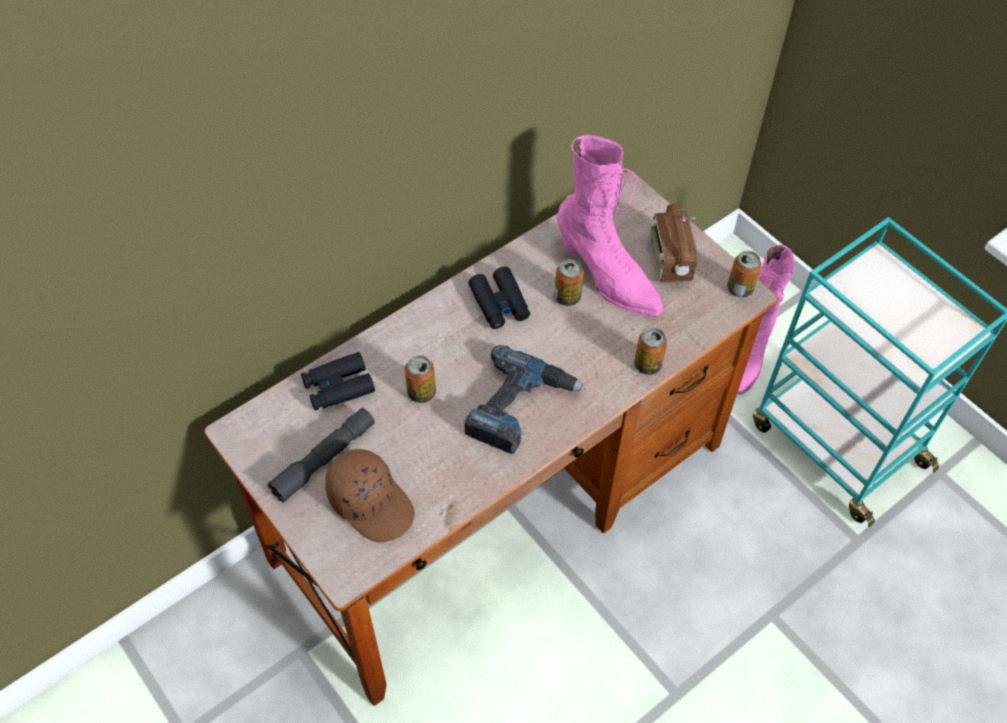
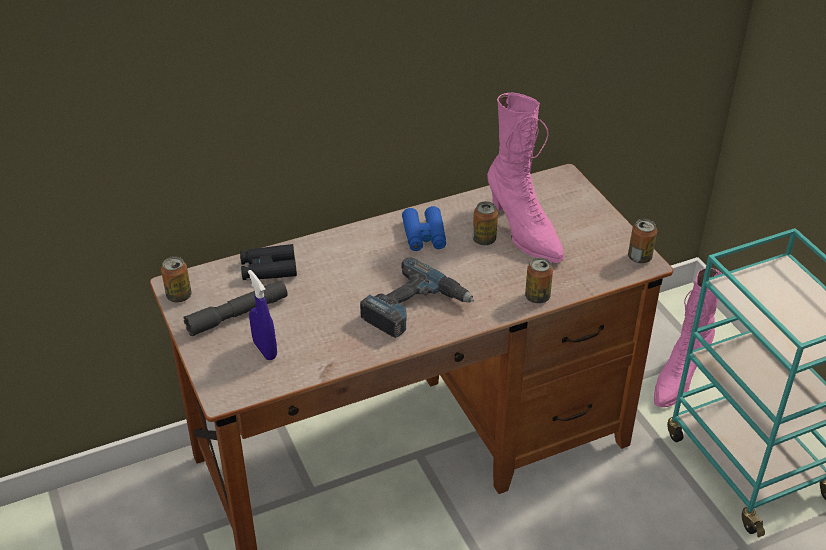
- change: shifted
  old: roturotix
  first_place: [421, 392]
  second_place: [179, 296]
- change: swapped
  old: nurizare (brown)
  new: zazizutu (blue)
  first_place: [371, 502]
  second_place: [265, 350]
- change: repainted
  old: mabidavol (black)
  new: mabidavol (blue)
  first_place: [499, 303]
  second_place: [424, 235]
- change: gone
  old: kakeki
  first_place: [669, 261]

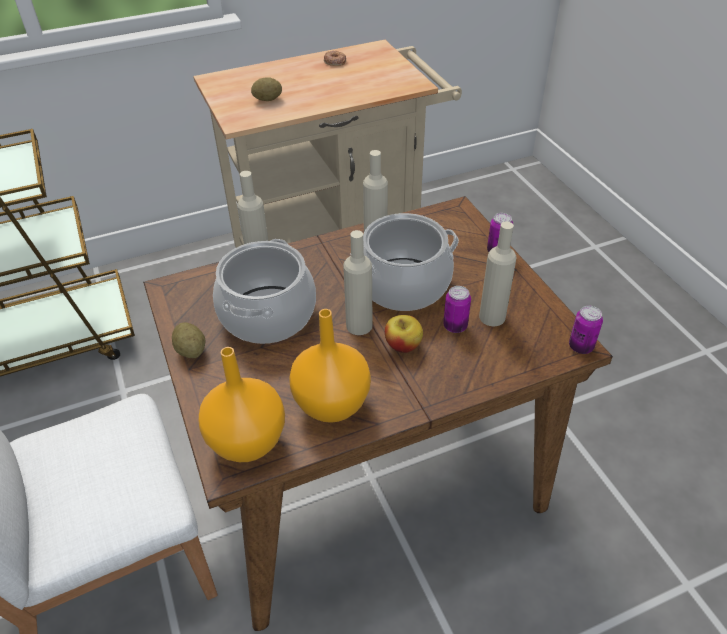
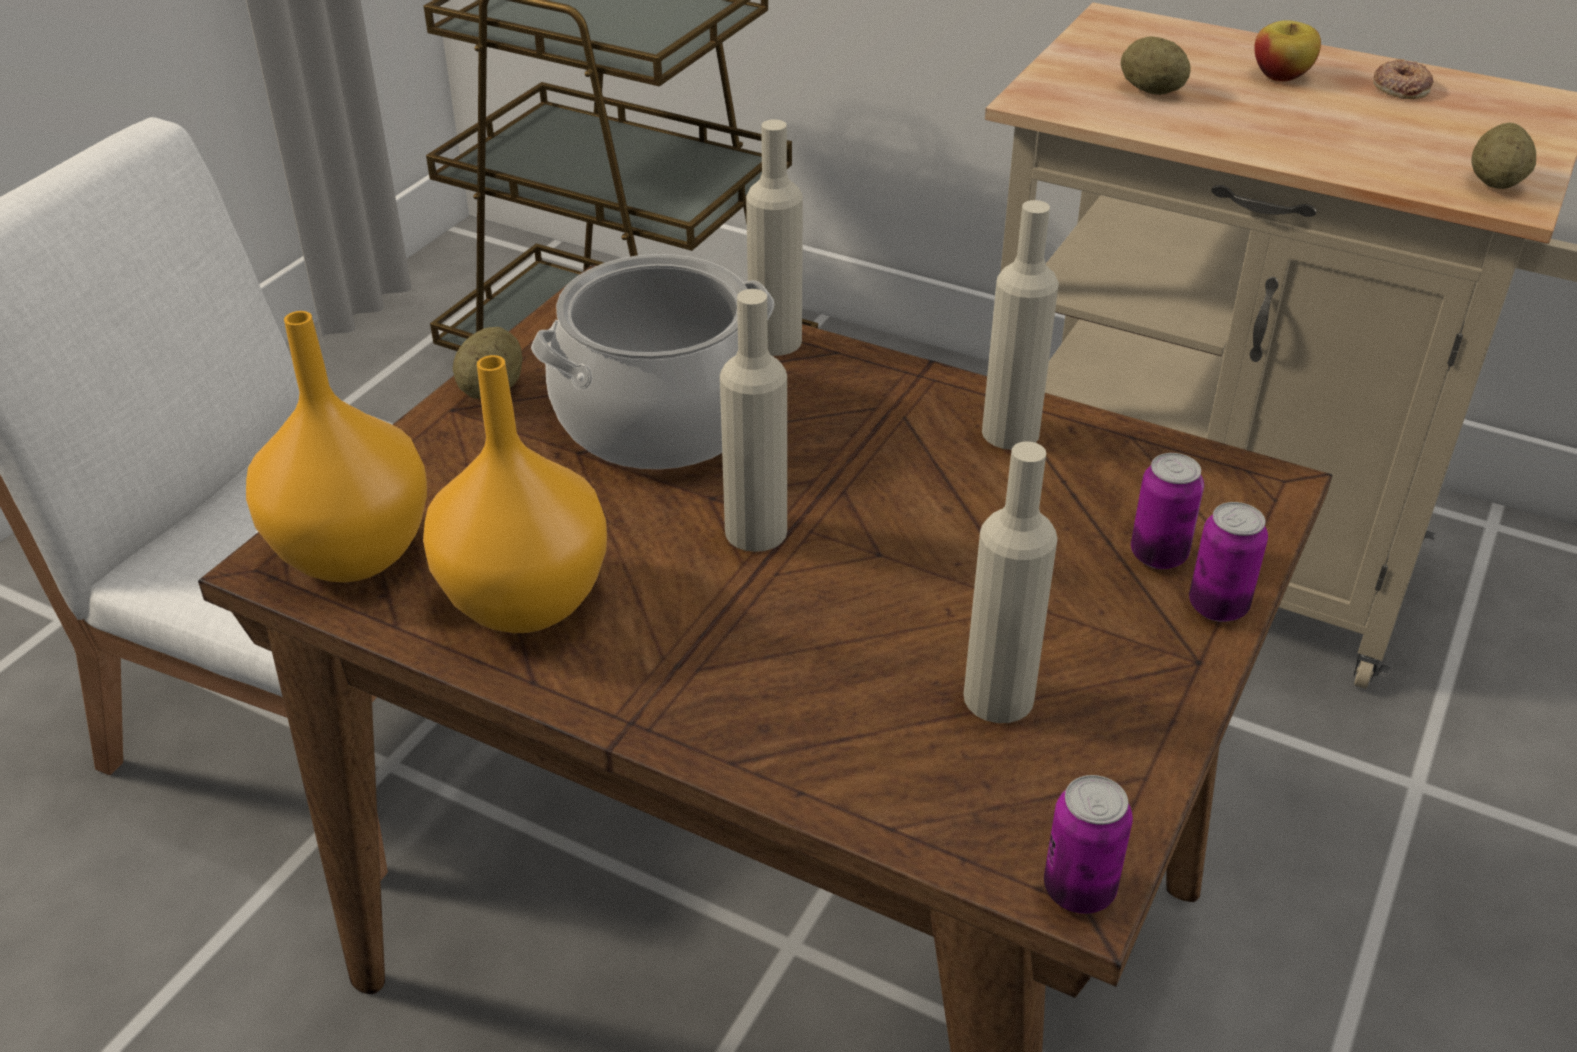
- change: shifted
  old: roturotix
  first_place: [455, 326]
  second_place: [1158, 555]
- change: shifted
  old: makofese
  first_place: [403, 345]
  second_place: [1281, 75]
- change: new
  new: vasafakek
  second_place: [1495, 182]
- change: gone
  old: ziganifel
  first_place: [403, 285]

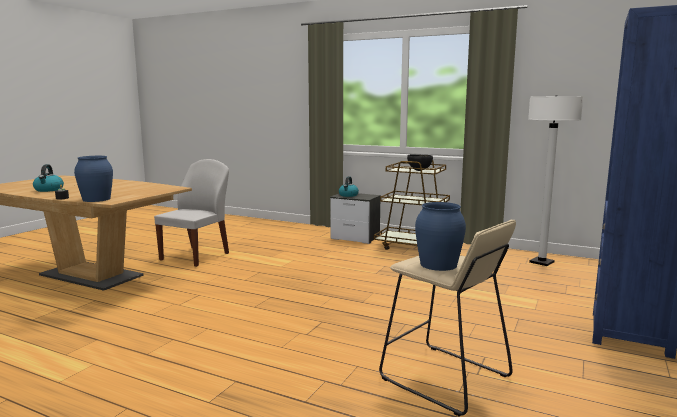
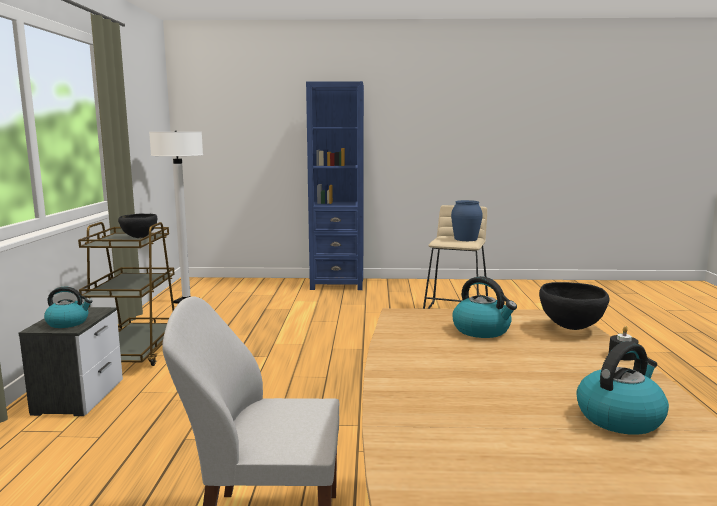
- change: new
  new: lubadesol
  second_place: [482, 330]
- change: swapped
  old: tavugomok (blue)
  new: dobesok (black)
  first_place: [97, 199]
  second_place: [570, 328]

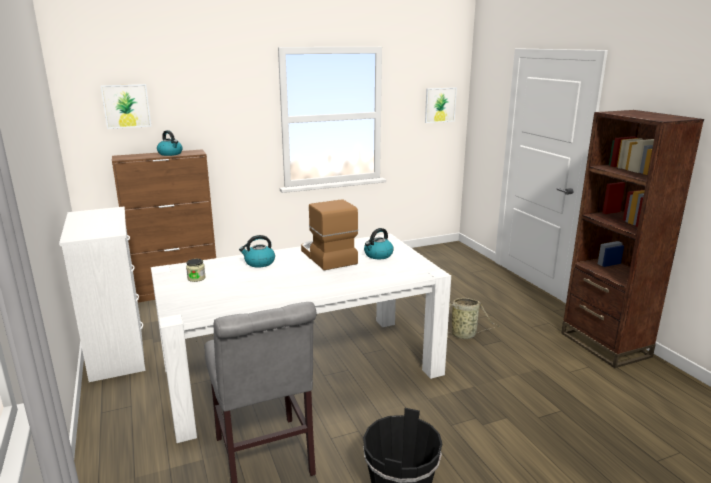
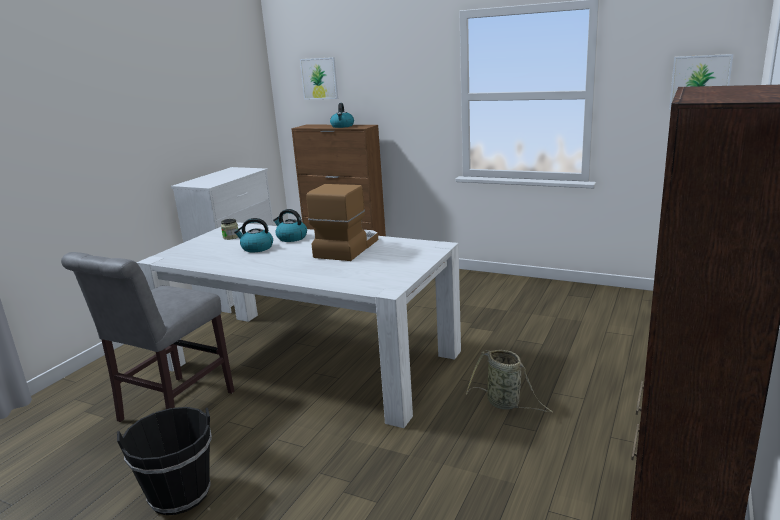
- change: shifted
  old: lubadesol
  first_place: [378, 255]
  second_place: [256, 248]

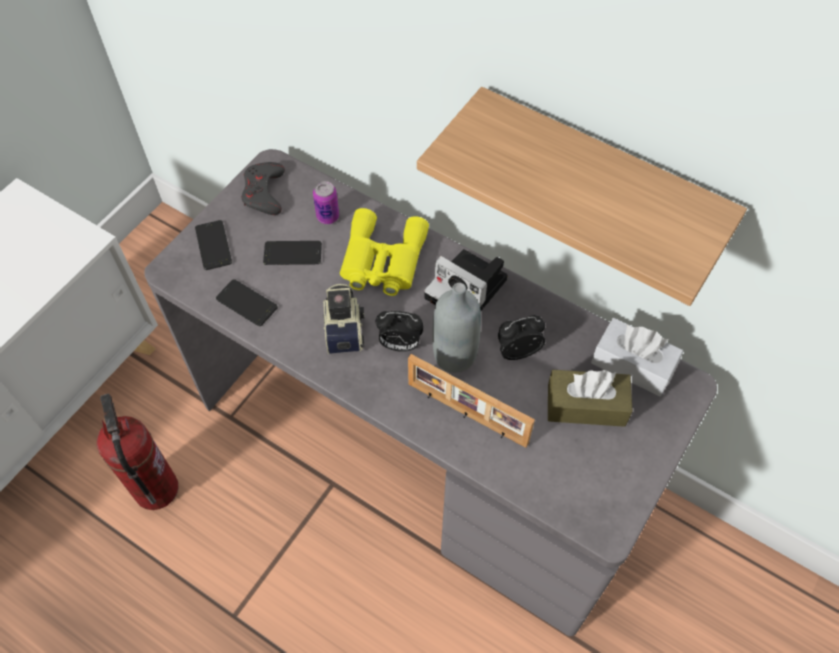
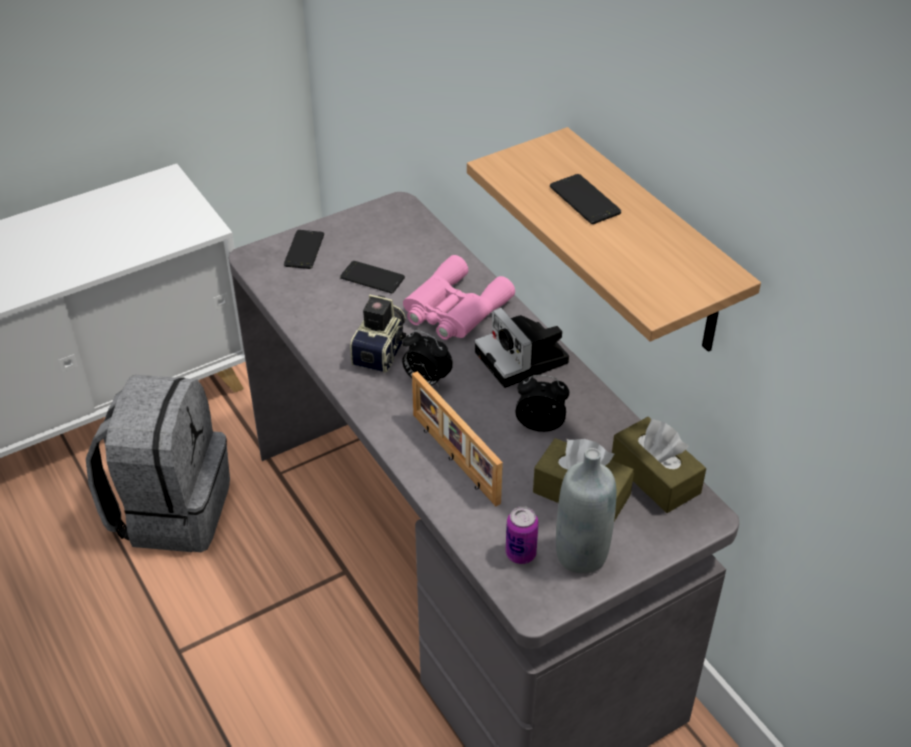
- change: swapped
  old: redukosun
  new: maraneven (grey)
  first_place: [155, 489]
  second_place: [171, 509]
- change: repainted
  old: mabidavol (yellow)
  new: mabidavol (pink)
  first_place: [382, 261]
  second_place: [453, 309]
- change: shifted
  old: roturotix
  first_place: [328, 216]
  second_place: [520, 554]
- change: shifted
  old: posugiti
  first_place: [246, 303]
  second_place: [584, 200]
- change: shifted
  old: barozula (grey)
  first_place: [454, 355]
  second_place: [581, 555]
- change: repainted
  old: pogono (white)
  new: pogono (brown)
  first_place: [633, 364]
  second_place: [655, 476]
- change: gone
  old: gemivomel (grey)
  first_place: [264, 192]

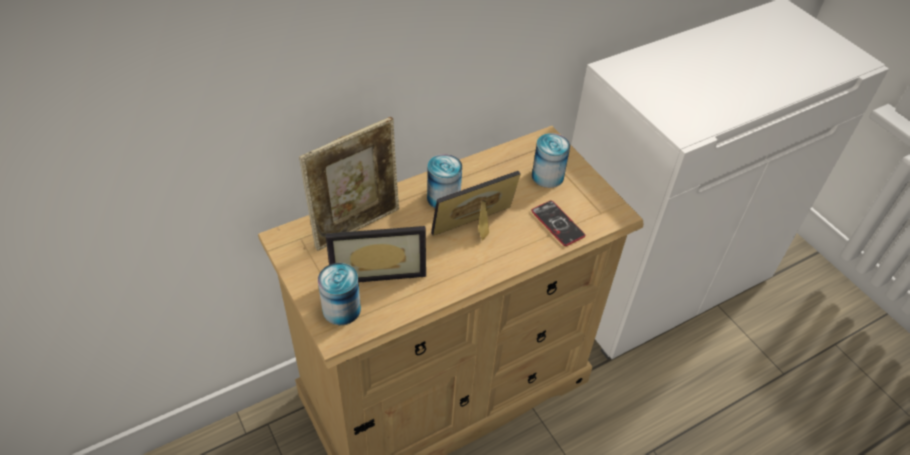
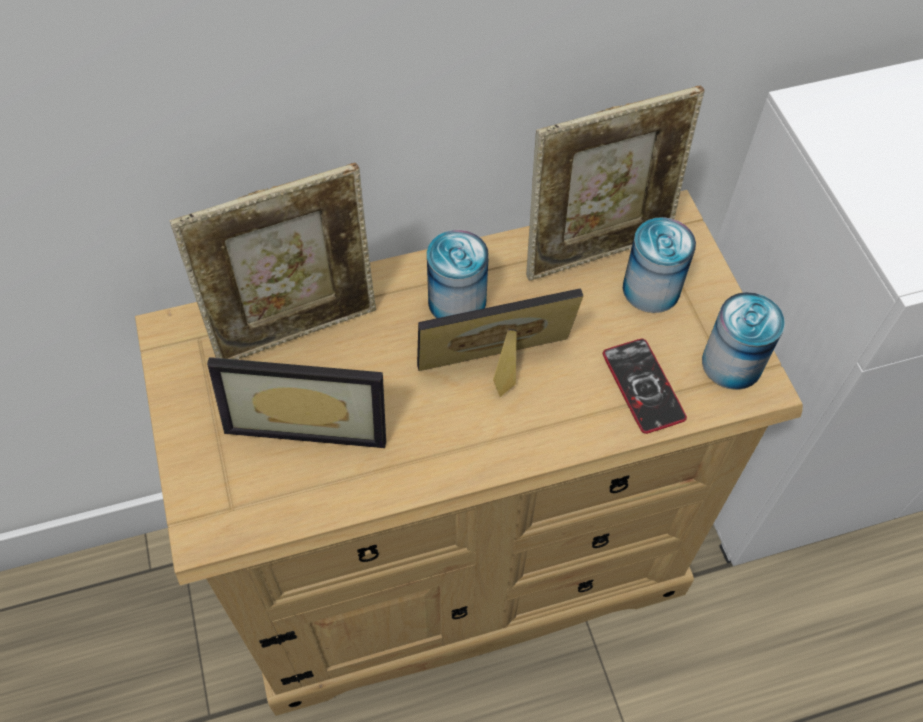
- change: new
  new: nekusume
  second_place: [597, 251]
- change: shifted
  old: roturotix
  first_place: [341, 309]
  second_place: [732, 363]

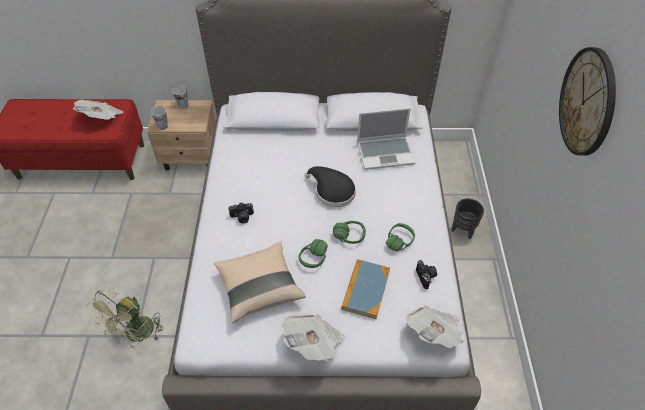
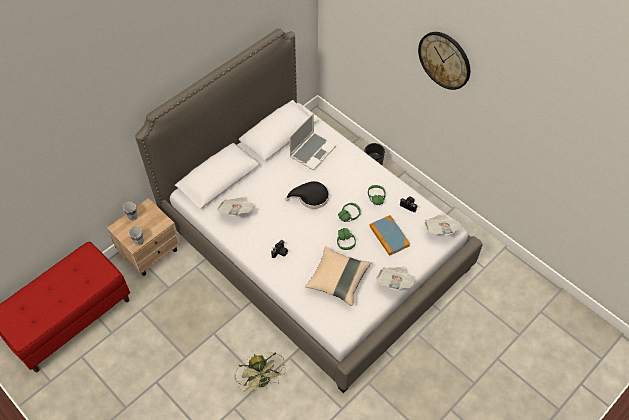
- change: shifted
  old: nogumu
  first_place: [102, 118]
  second_place: [237, 211]

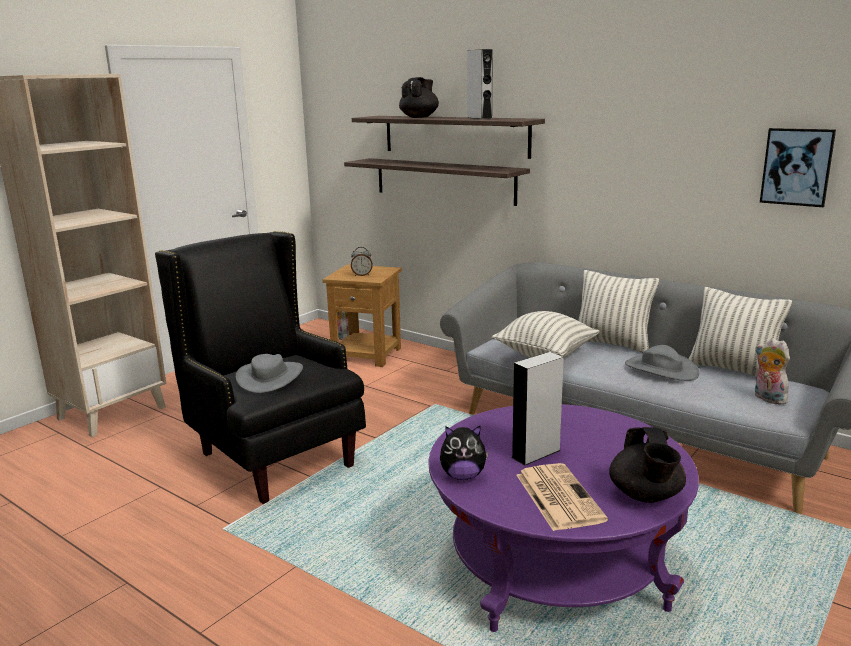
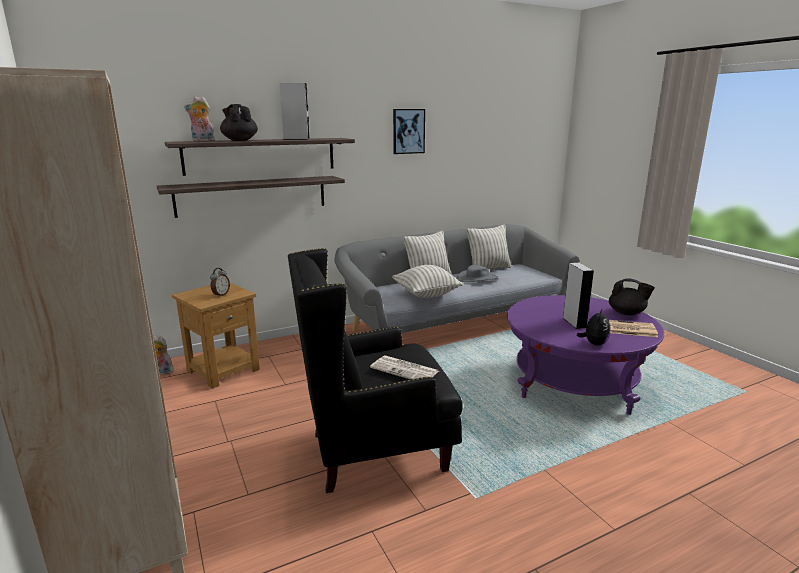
- change: shifted
  old: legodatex
  first_place: [767, 399]
  second_place: [202, 141]
- change: swapped
  old: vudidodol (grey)
  new: nogumu
  first_place: [270, 377]
  second_place: [405, 370]
- change: shifted
  old: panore
  first_place: [797, 167]
  second_place: [408, 131]

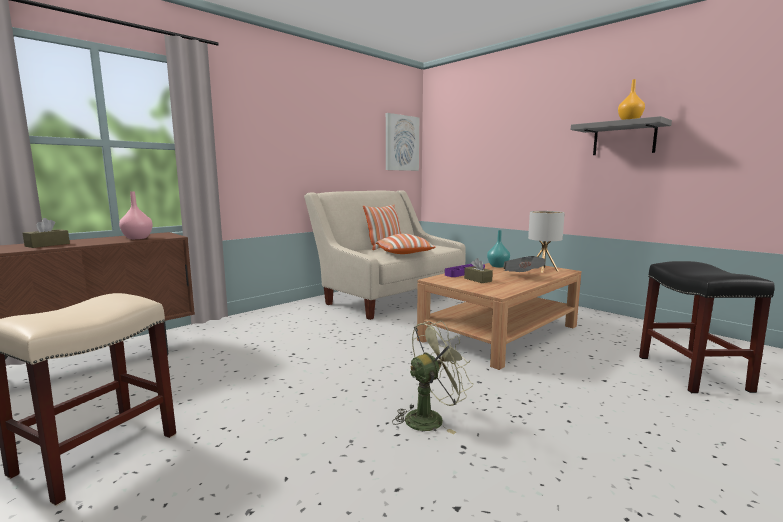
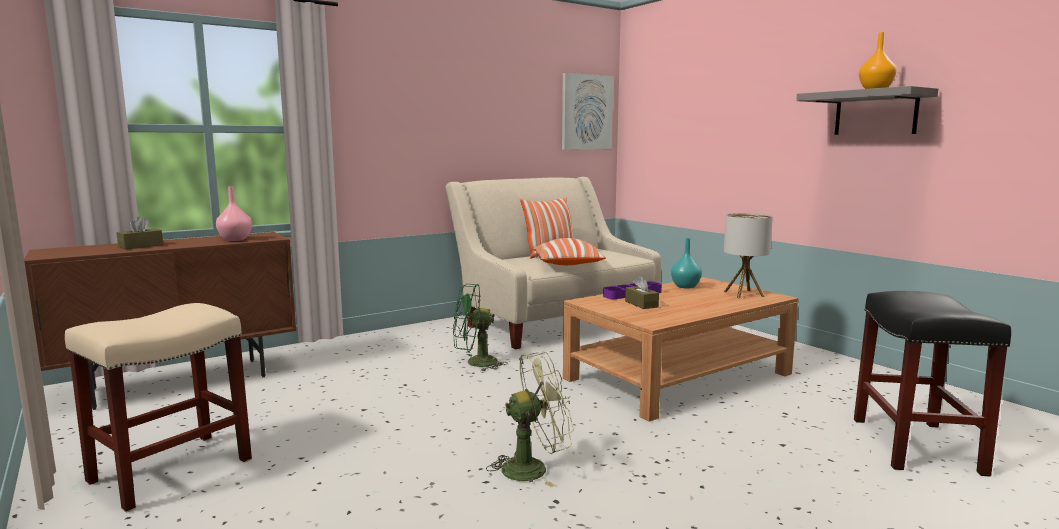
- change: new
  new: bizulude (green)
  second_place: [475, 363]
- change: gone
  old: nogumu
  first_place: [522, 276]

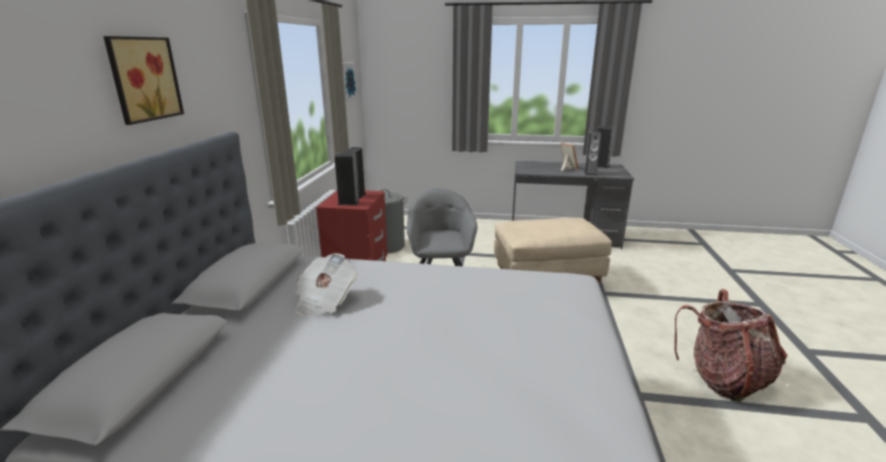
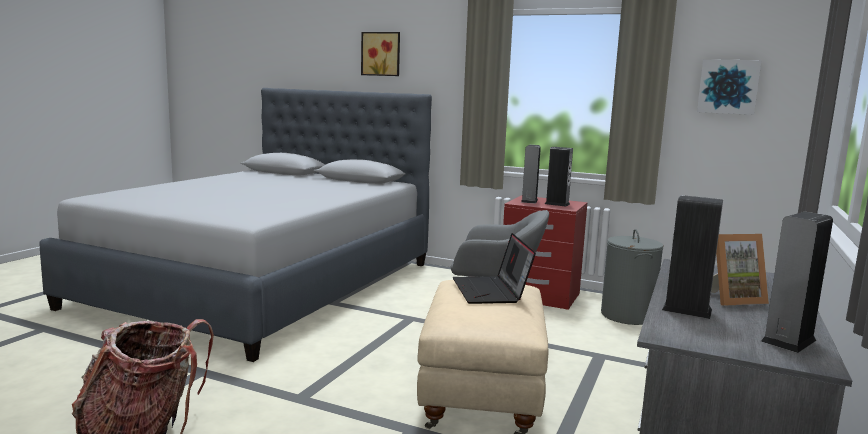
- change: new
  new: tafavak
  second_place: [491, 291]
- change: gone
  old: nogumu
  first_place: [324, 300]

